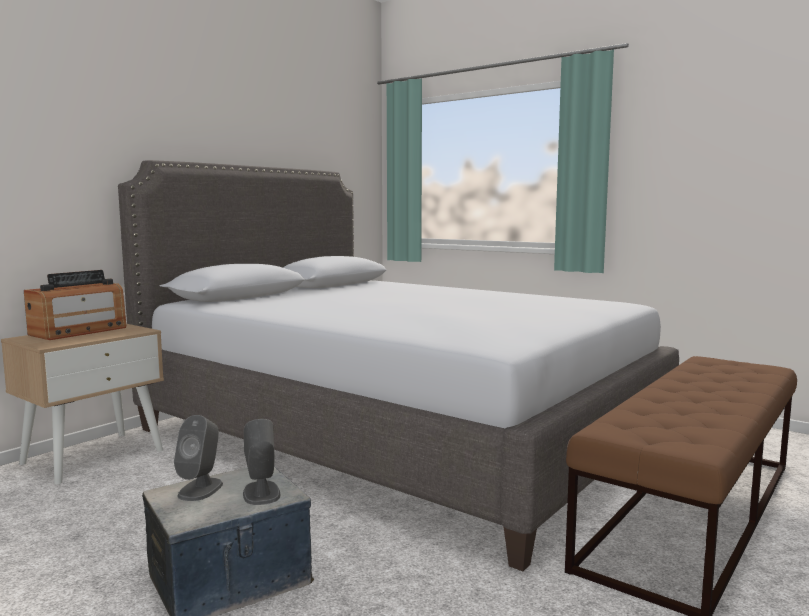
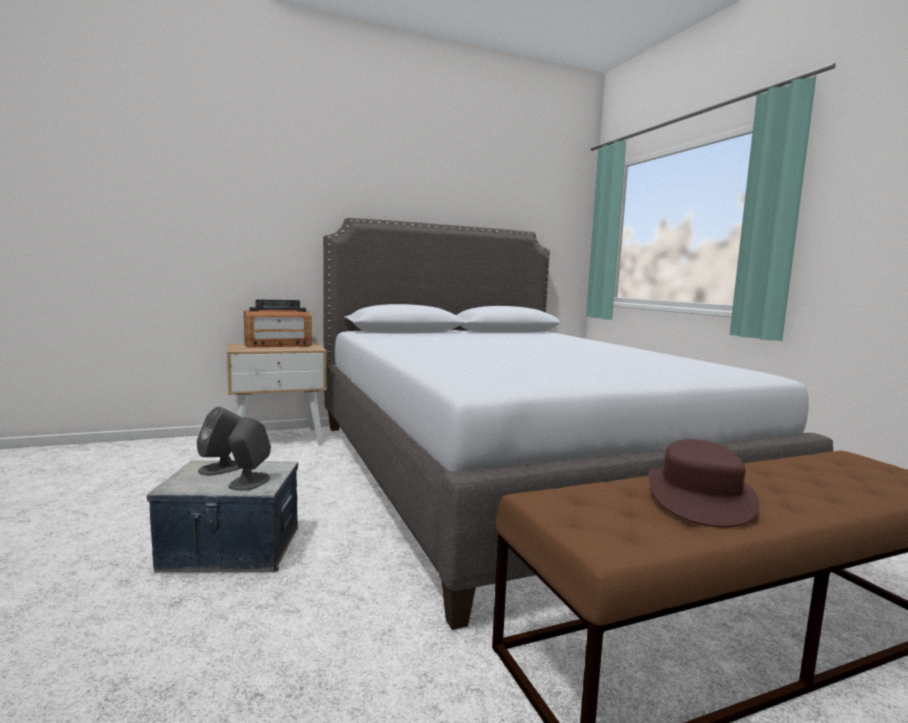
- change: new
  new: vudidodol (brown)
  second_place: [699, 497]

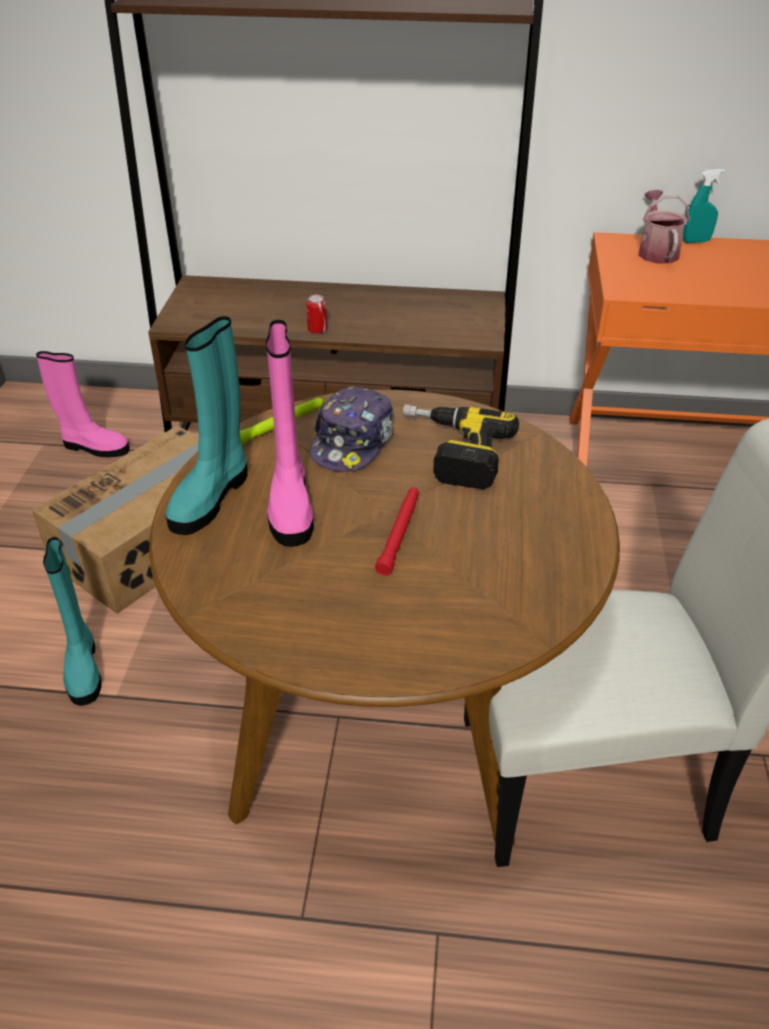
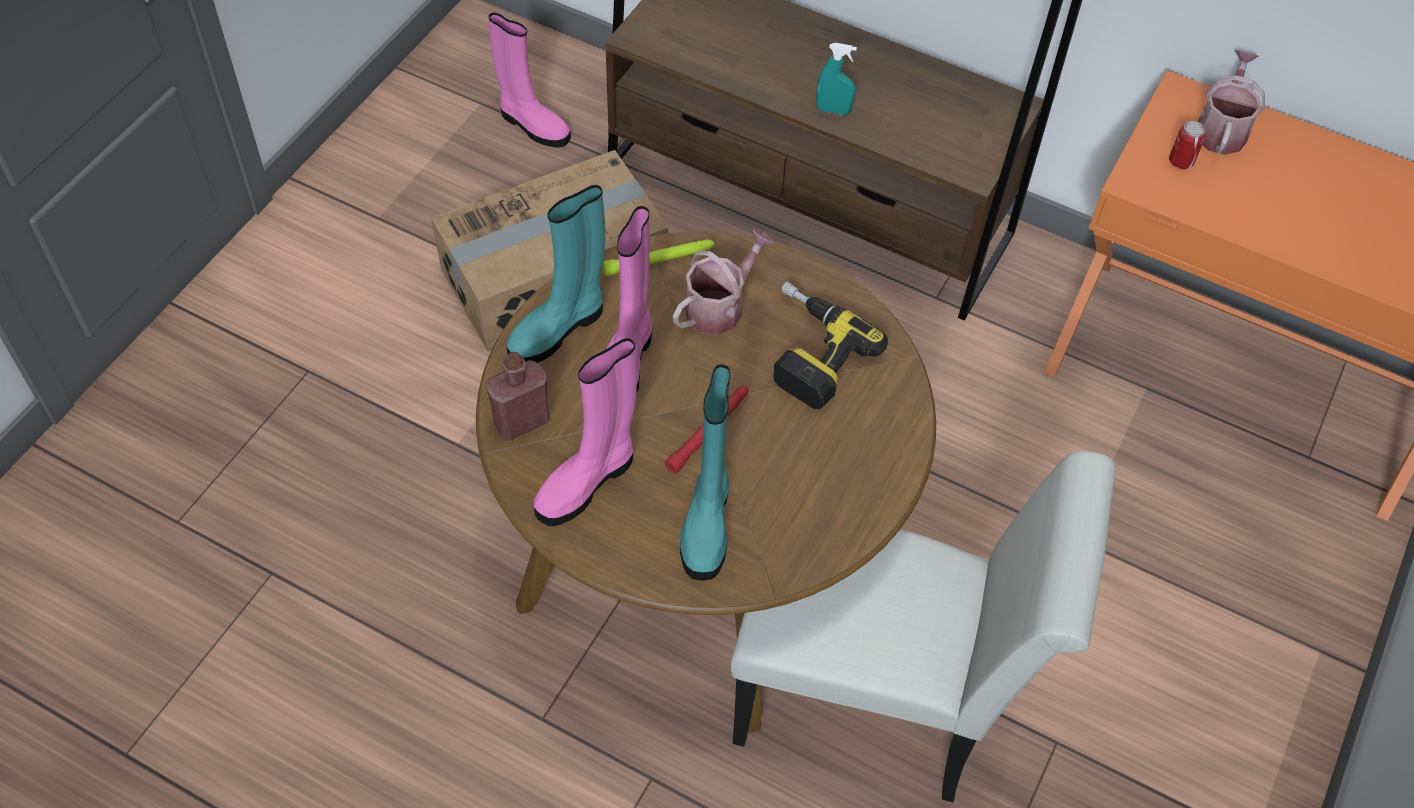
- change: new
  new: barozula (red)
  second_place: [521, 422]
- change: new
  new: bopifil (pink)
  second_place: [587, 482]
- change: swapped
  old: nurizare
  new: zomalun
  first_place: [353, 442]
  second_place: [720, 306]
- change: shifted
  old: bopifil (turquoise)
  first_place: [83, 668]
  second_place: [707, 523]
- change: shifted
  old: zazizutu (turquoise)
  first_place: [696, 241]
  second_place: [833, 110]
- change: shifted
  old: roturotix
  first_place: [317, 330]
  second_place: [1181, 161]

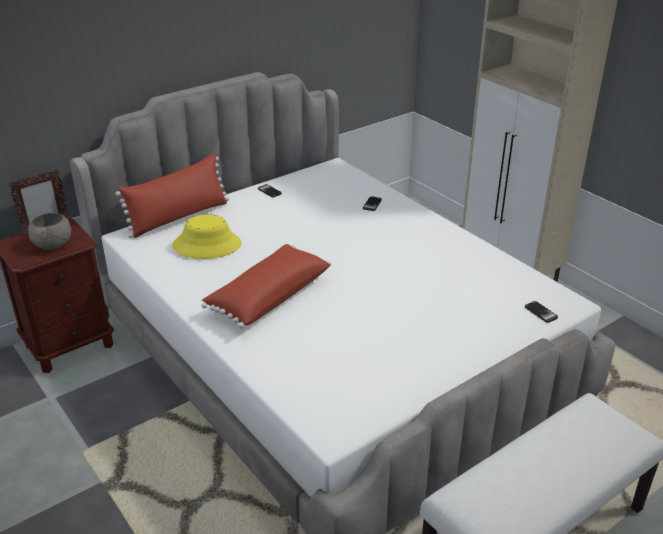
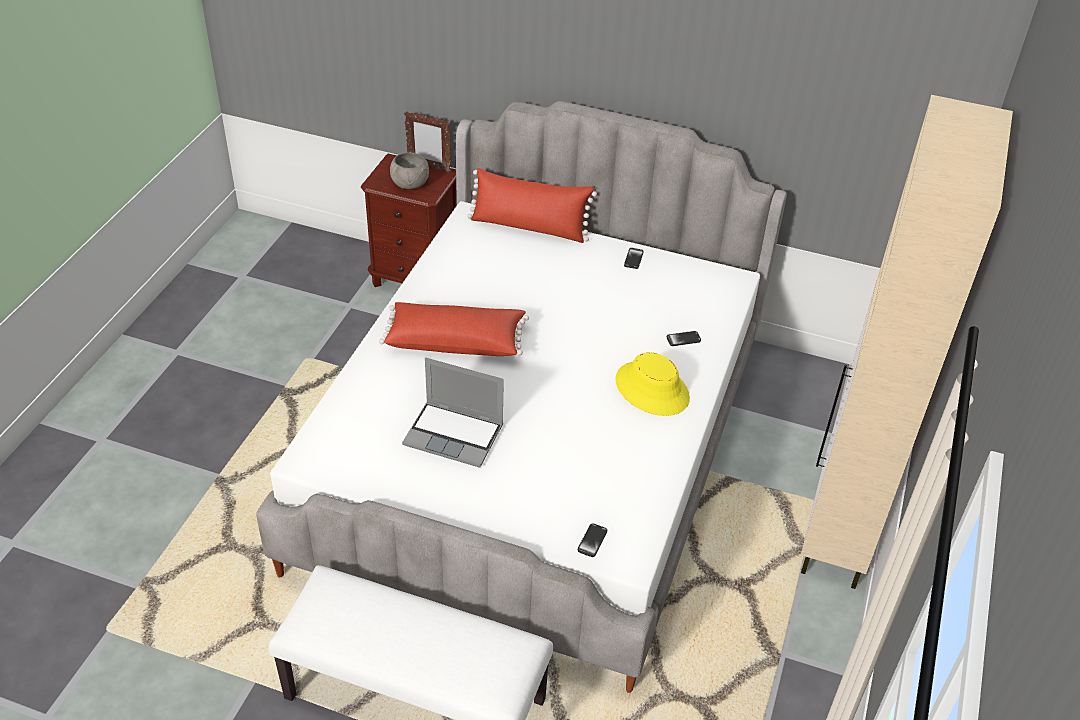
- change: new
  new: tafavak
  second_place: [455, 435]
- change: shifted
  old: vudidodol (yellow)
  first_place: [207, 245]
  second_place: [652, 389]

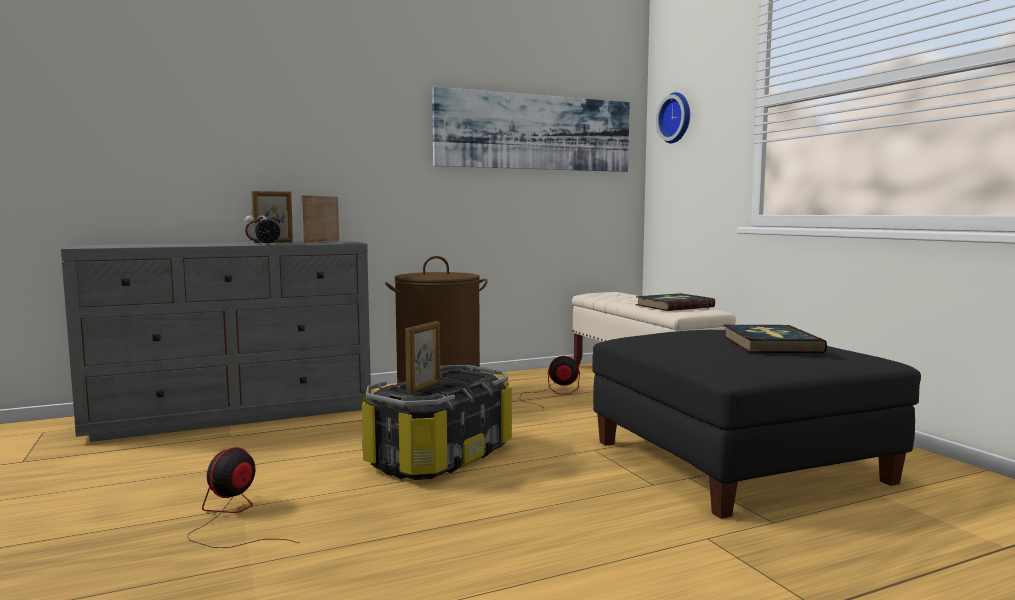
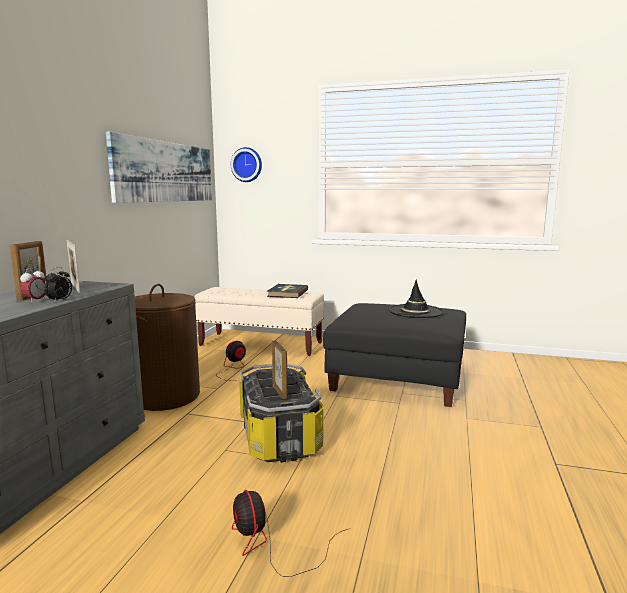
- change: swapped
  old: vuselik
  new: vudidodol (black)
  first_place: [770, 344]
  second_place: [415, 311]

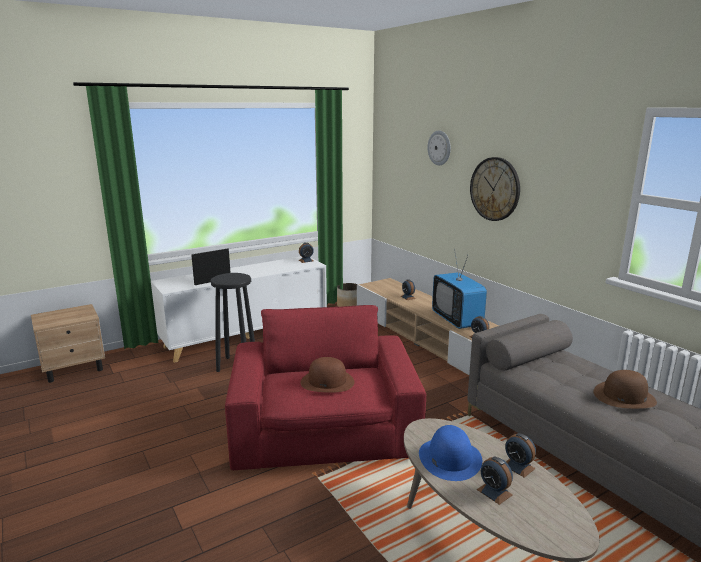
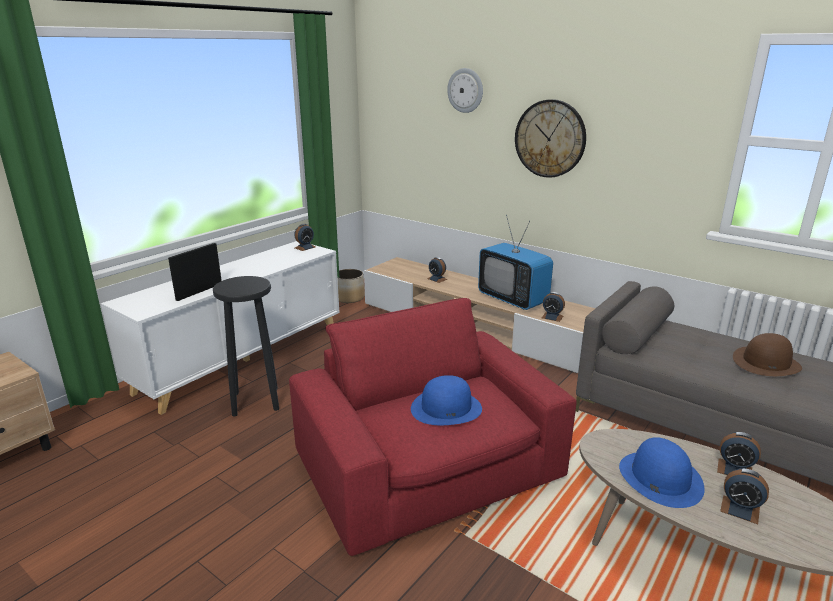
- change: repainted
  old: vudidodol (brown)
  new: vudidodol (blue)
  first_place: [327, 382]
  second_place: [446, 408]

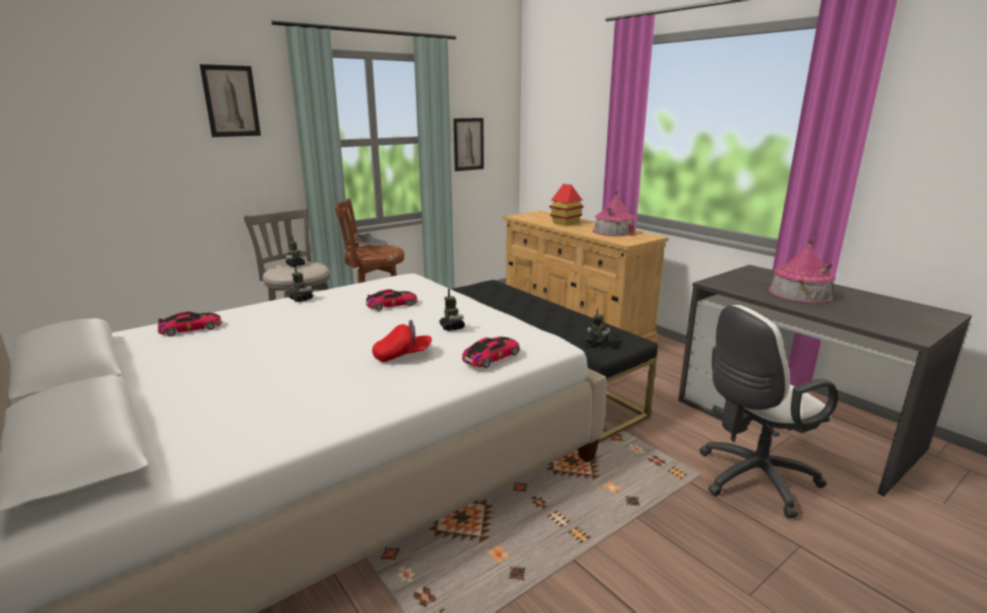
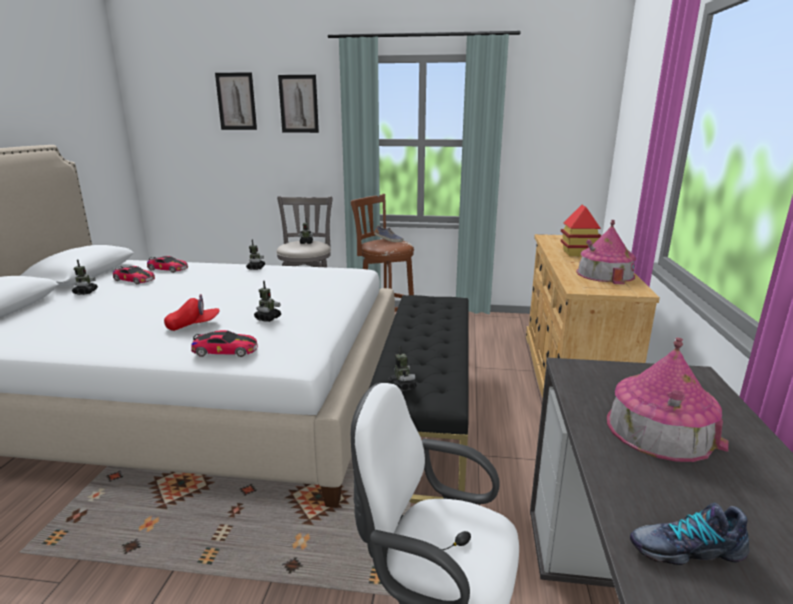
- change: new
  new: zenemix
  second_place: [85, 292]
- change: shifted
  old: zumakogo
  first_place: [392, 305]
  second_place: [134, 280]
- change: rotated
  old: nurizare (red)
  first_place: [402, 355]
  second_place: [193, 325]
  degrees: -45
- change: shifted
  old: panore
  first_place: [468, 144]
  second_place: [236, 101]
- change: new
  new: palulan
  second_place: [685, 548]

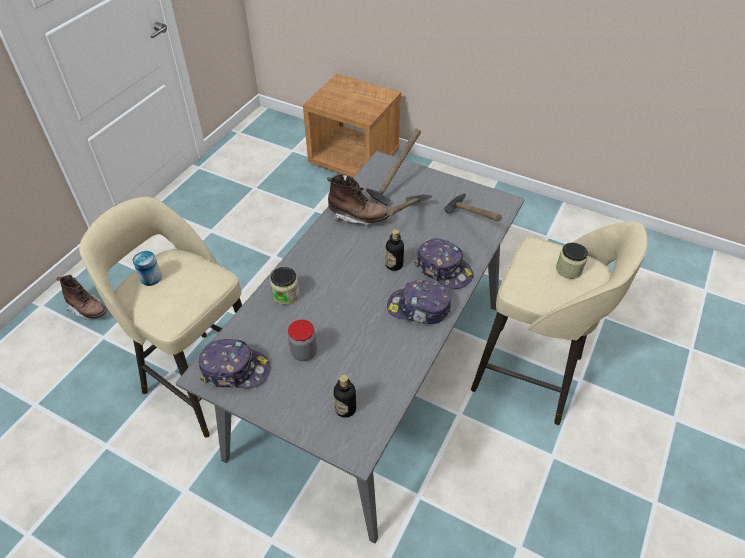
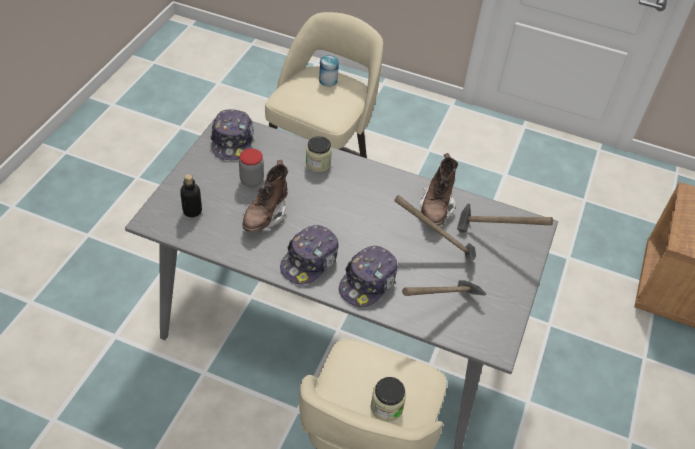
- change: shifted
  old: bopifil (brown)
  first_place: [88, 309]
  second_place: [265, 215]
- change: rotated
  old: nurizare
  first_place: [419, 308]
  second_place: [310, 261]
  degrees: -150
- change: gone
  old: barozula
  first_place: [394, 265]

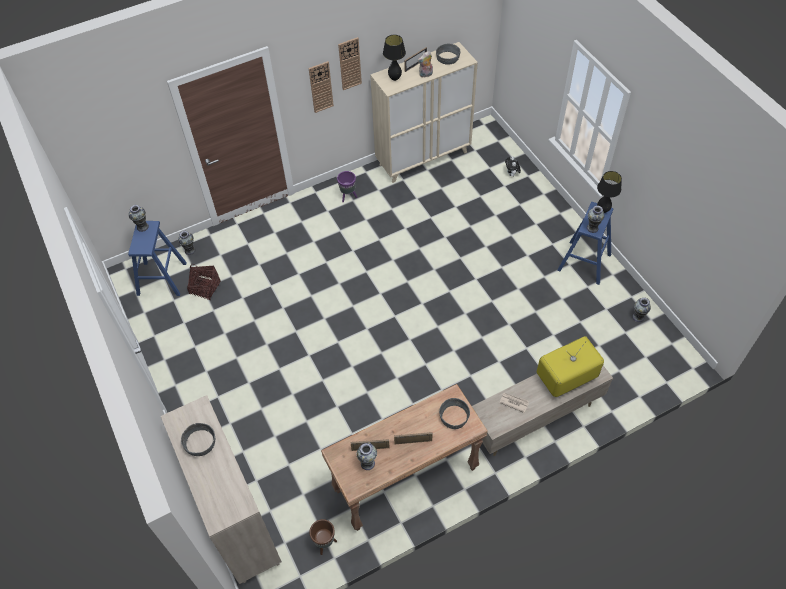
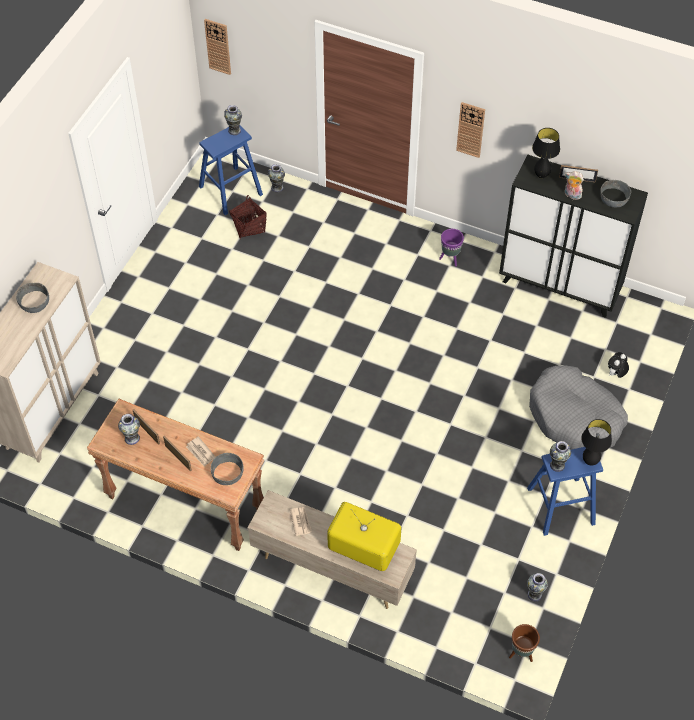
- change: new
  new: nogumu
  second_place: [200, 452]
- change: shifted
  old: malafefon
  first_place: [349, 63]
  second_place: [218, 46]
- change: repainted
  old: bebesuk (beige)
  new: bebesuk (black)
  first_place: [423, 158]
  second_place: [560, 286]
- change: shifted
  old: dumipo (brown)
  first_place: [325, 543]
  second_place: [521, 653]
- change: new
  new: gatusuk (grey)
  second_place: [574, 417]

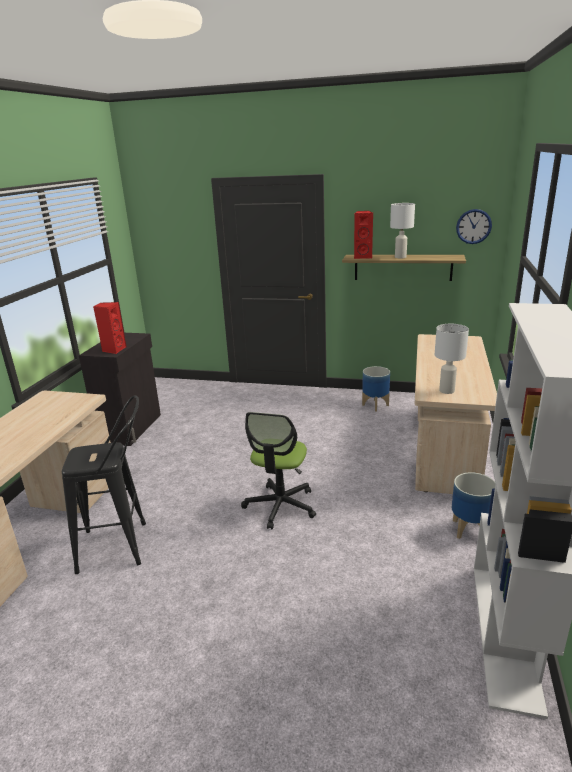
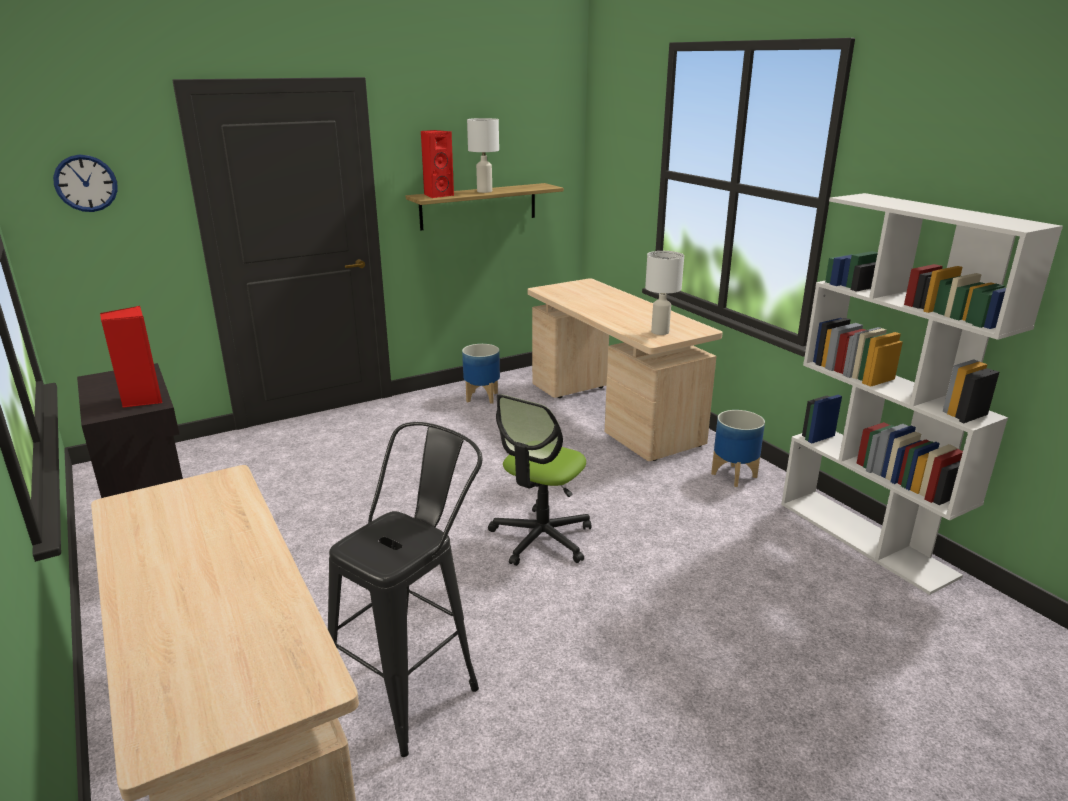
- change: shifted
  old: malafefon
  first_place: [473, 226]
  second_place: [86, 183]
- change: rotated
  old: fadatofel
  first_place: [280, 506]
  second_place: [541, 538]
  degrees: 60

